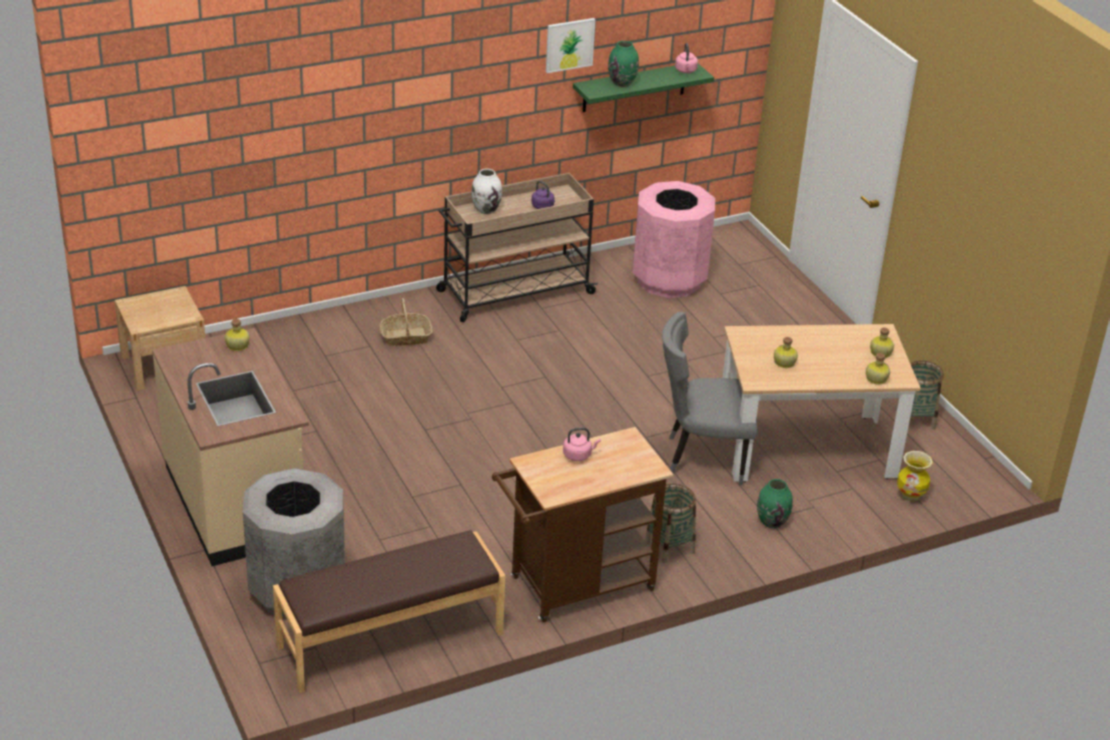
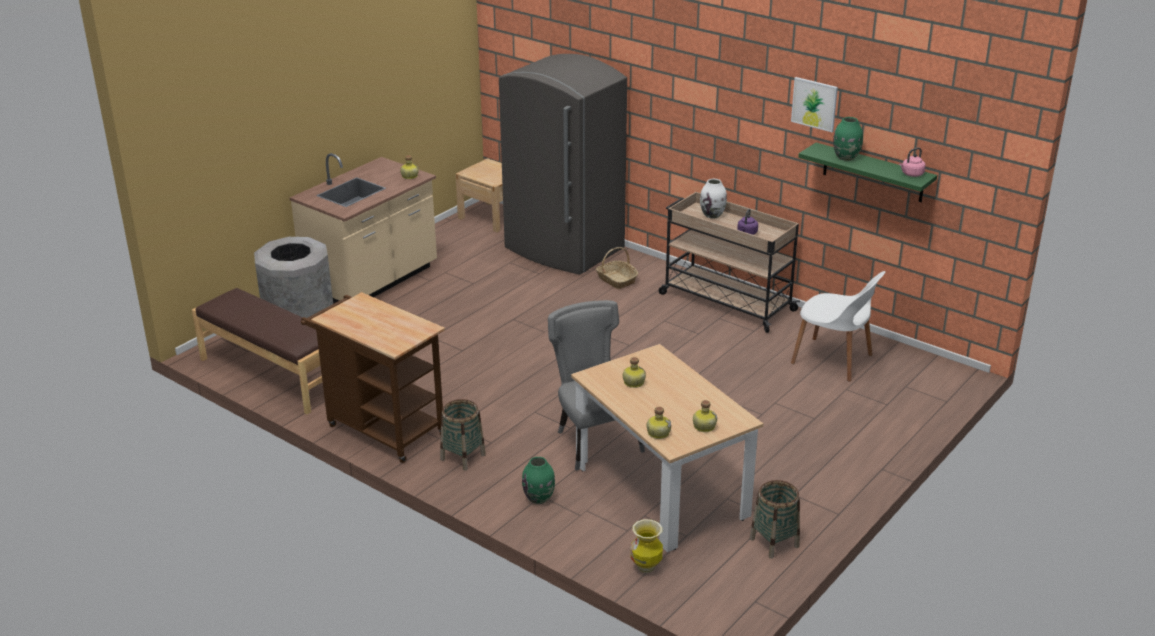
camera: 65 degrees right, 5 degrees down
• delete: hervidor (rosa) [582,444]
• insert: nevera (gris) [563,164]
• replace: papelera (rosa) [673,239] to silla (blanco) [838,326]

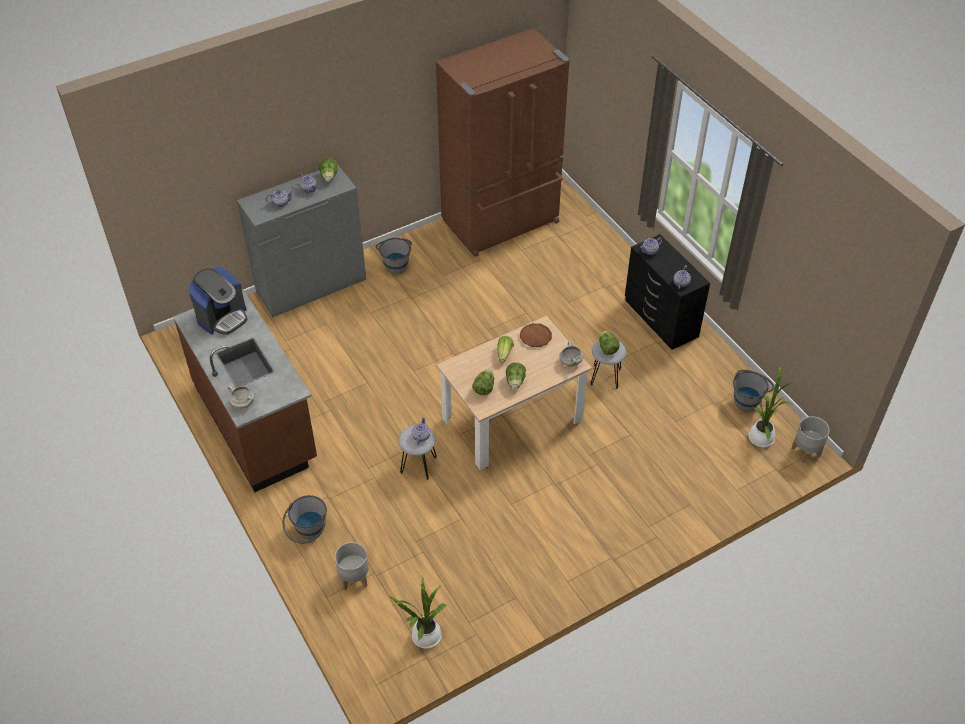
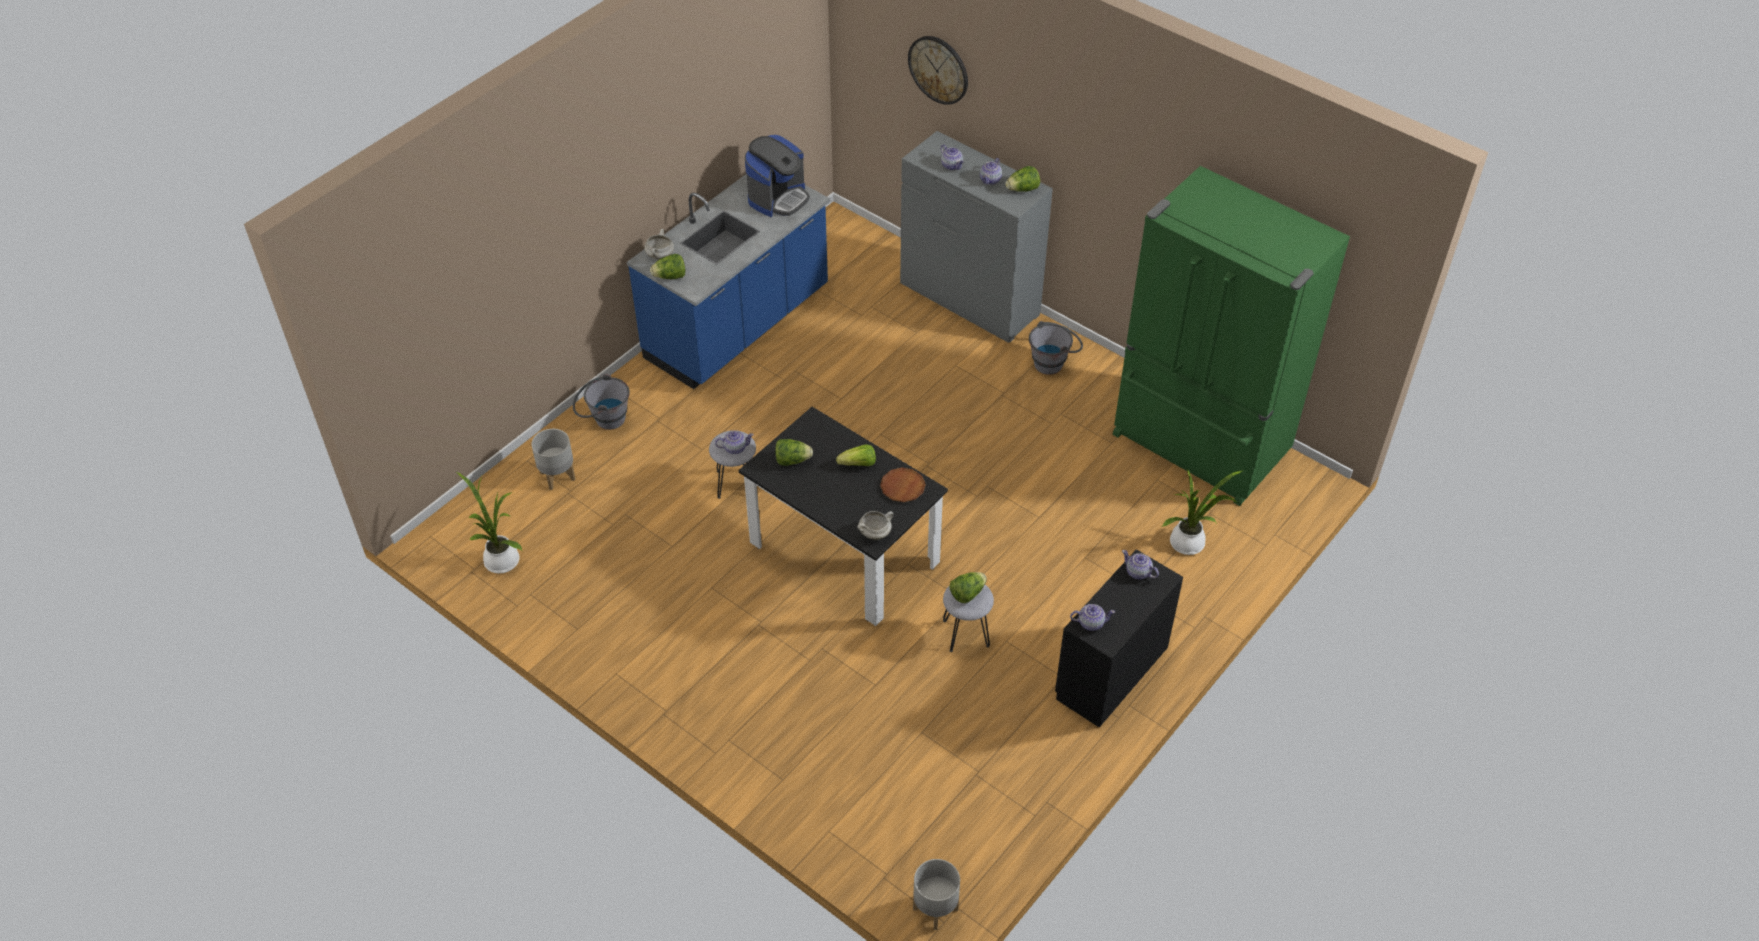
camera: 70 degrees right, 0 degrees up
• delete: cubo (gris) [753,391]
• insert: reloj de pared [938,70]
• move: lechuga [516,376] to [667,266]
• move: planta en maceta [770,406] to [1202,511]
• recolor: mueble bajo de cocina (marrón) [245,390] to mueble bajo de cocina (azul) [728,281]
• recolor: nevera (marrón) [503,142] to nevera (verde) [1231,336]
• recolor: mesa de comedor (beis) [514,393] to mesa de comedor (negro) [843,516]
• rotate: cafetera [218,301] = [777,176] 75 degrees counterclockwise

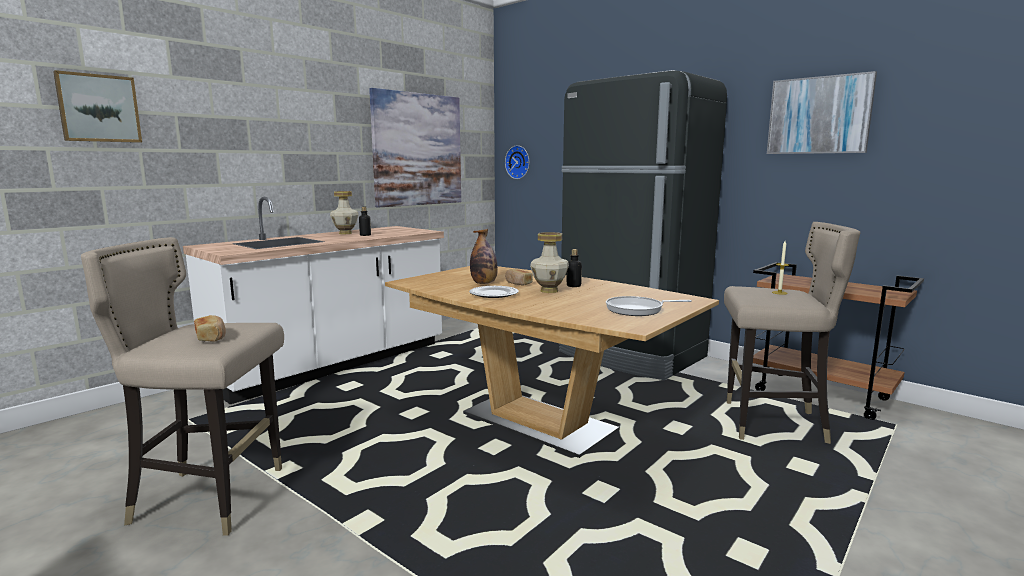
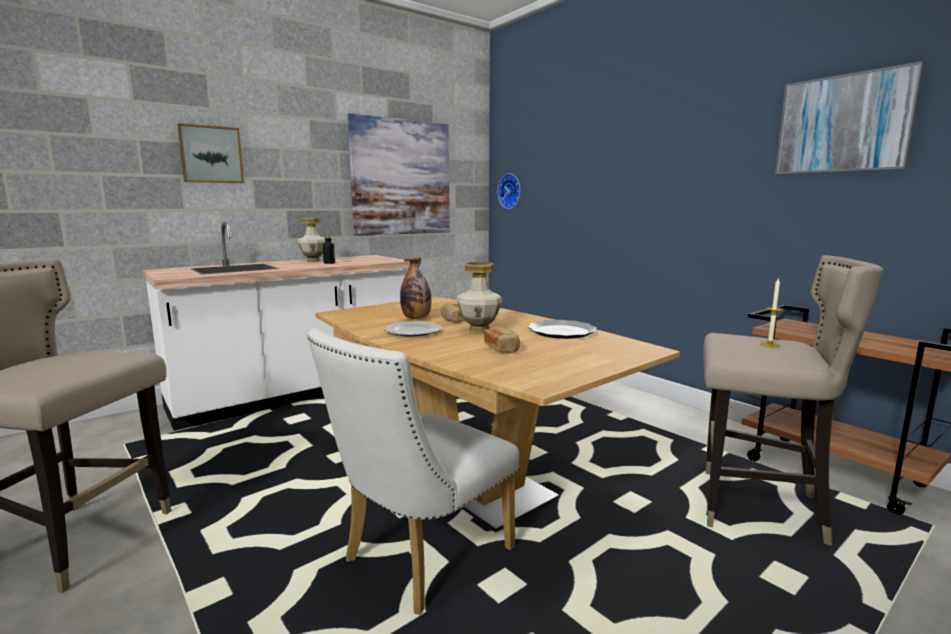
camera: 10 degrees right, 0 degrees up
• delete: nevera (negro) [643,225]
• delete: botella [574,268]
• delete: sartén [649,306]
• insert: silla (blanco) [414,471]
• insert: plato [562,329]
• move: cuadro [97,106] to [210,153]
• move: pan [210,328] to [502,340]

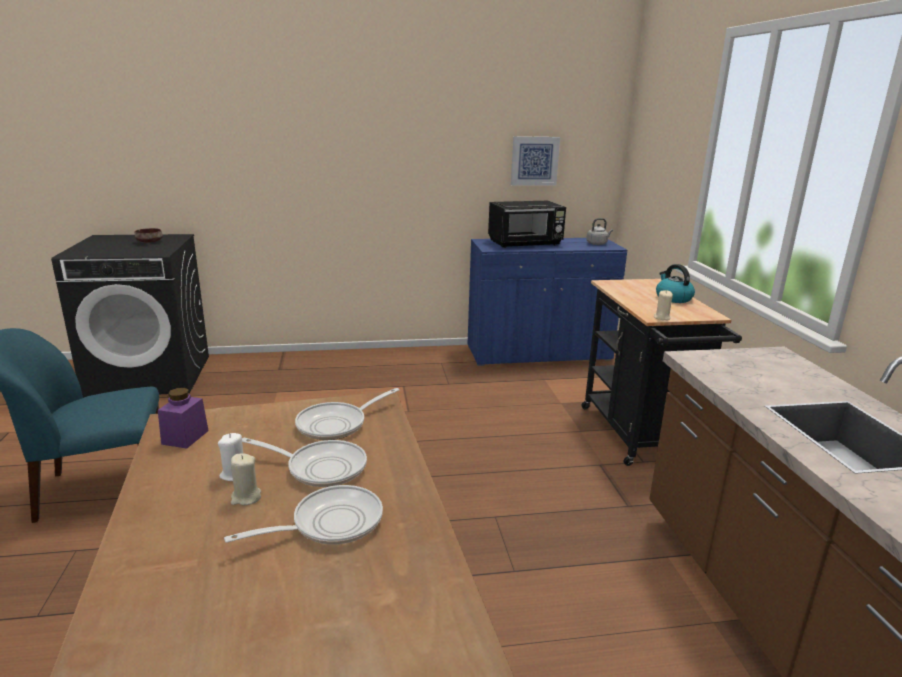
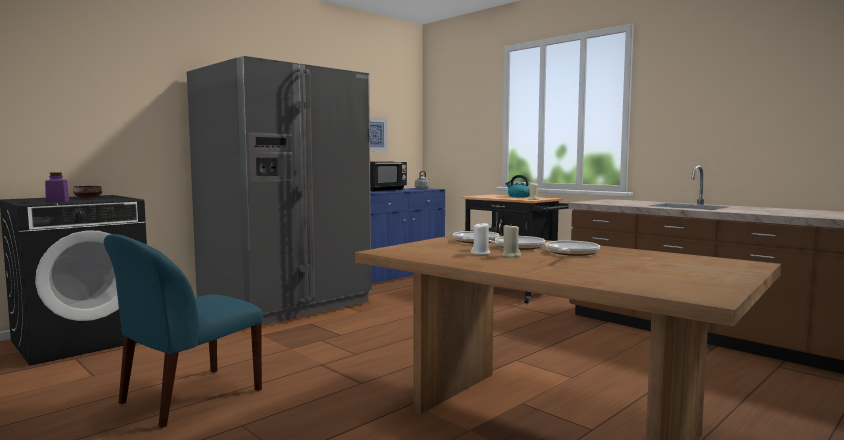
camera: 35 degrees left, 15 degrees down
• insert: nevera (gris) [279,191]
• move: tarro (morado) [183,418] to [57,187]

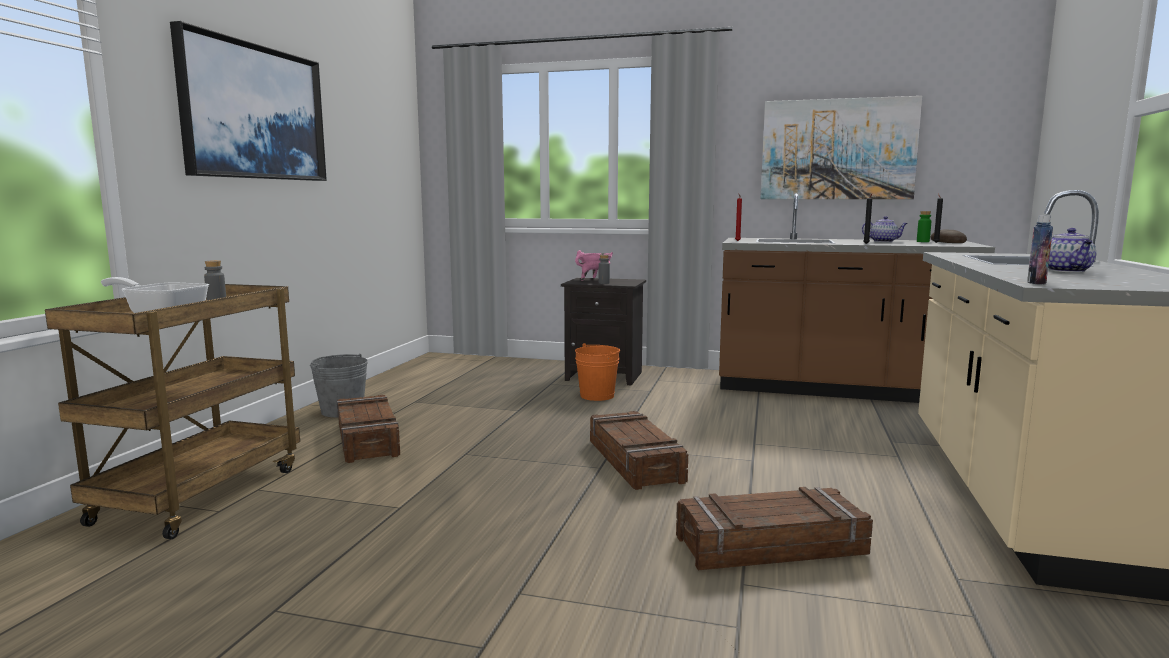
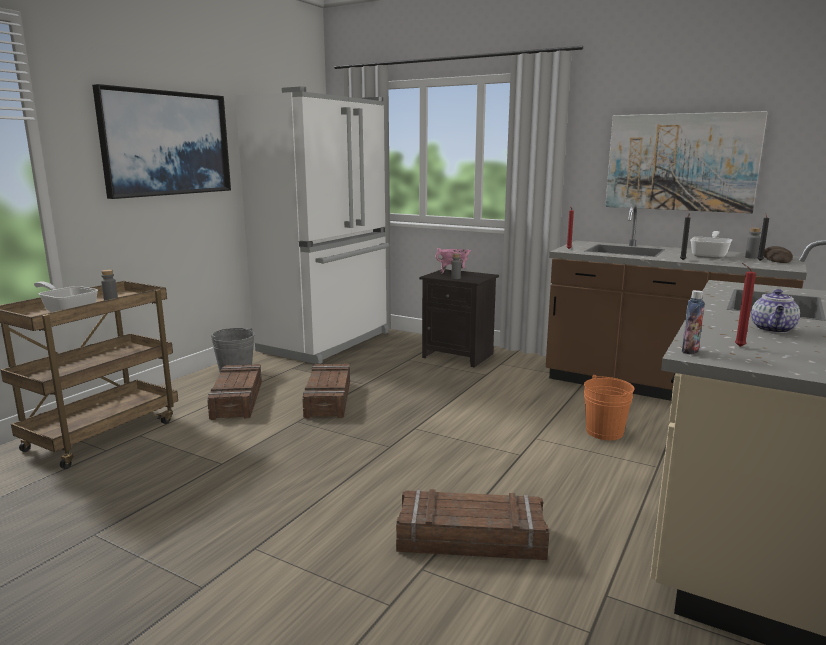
camera: 15 degrees right, 5 degrees up
• insert: nevera (blanco) [312,225]
• insert: vela (rojo) [745,305]
• move: cubo (naranja) [597,372] to [609,407]
• move: caja de embalaje [639,450] to [326,391]
• replace: tetera [885,229] to sartén [711,245]
• recolor: botella (verde) [924,226] to botella (gris) [753,243]

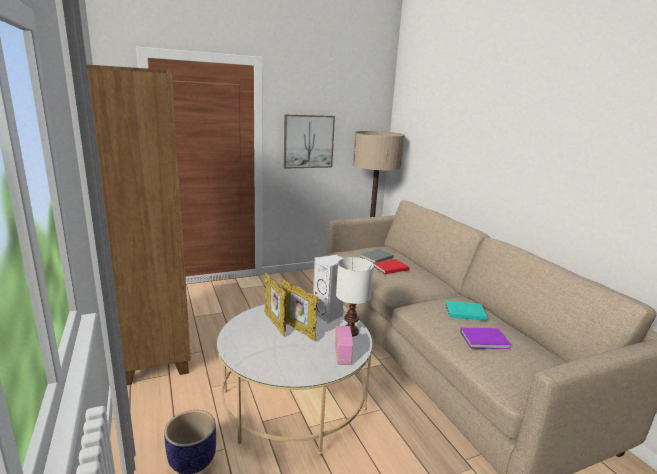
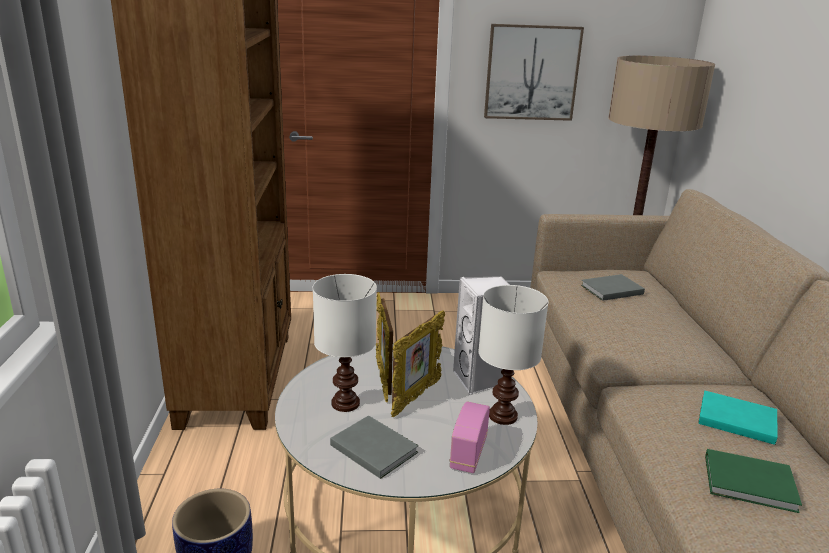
camera: 20 degrees right, 5 degrees up
• delete: libro (rojo) [391,266]
• insert: lámpara de mesa (blanco) [345,343]
• insert: libro (gris) [374,447]
• recolor: libro (morado) [485,338] to libro (verde) [753,481]
• rotate: portarretratos [299,310] = [418,363] 120 degrees counterclockwise

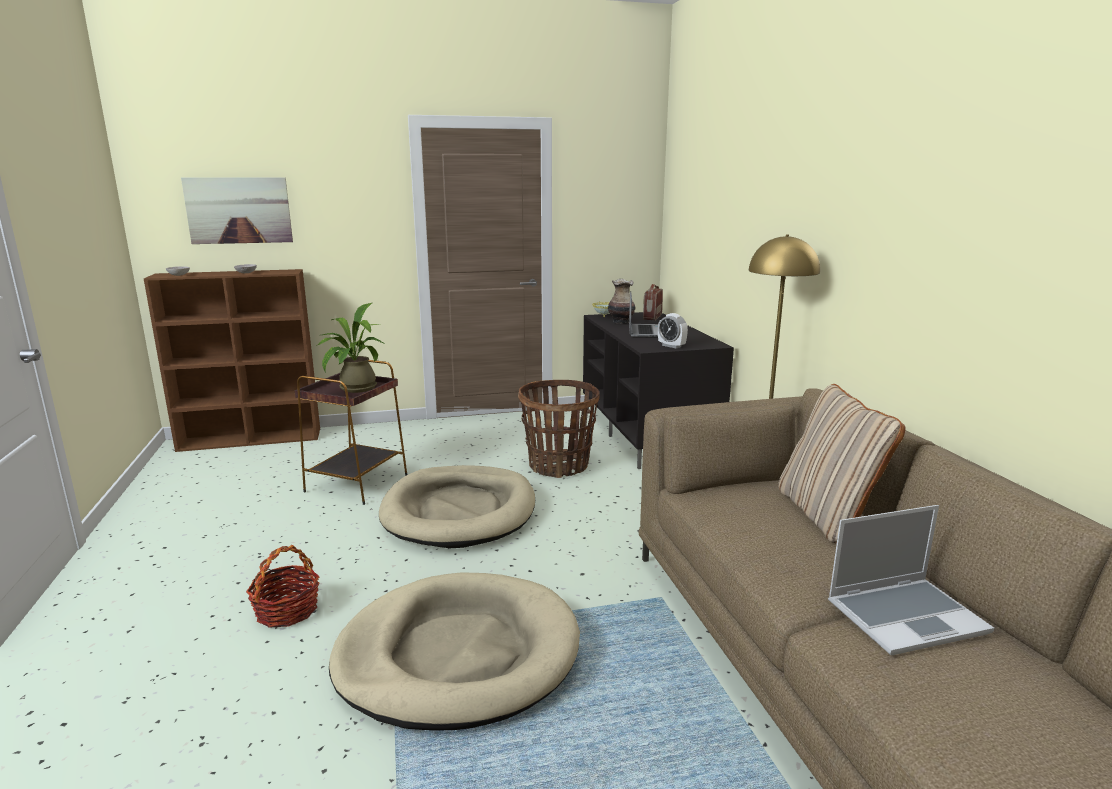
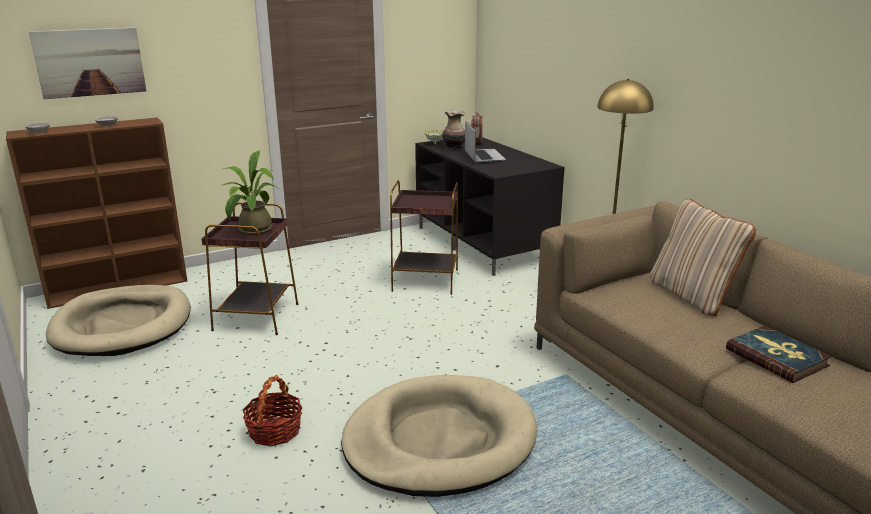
camera: 15 degrees left, 5 degrees up
• delete: despertador [673,330]
• move: cama para perro (beis) [457,506] to [118,320]
• replace: cesta [558,429] to mesa auxiliar (marrón) [424,237]
• replace: portátil [911,580] to libro [779,354]

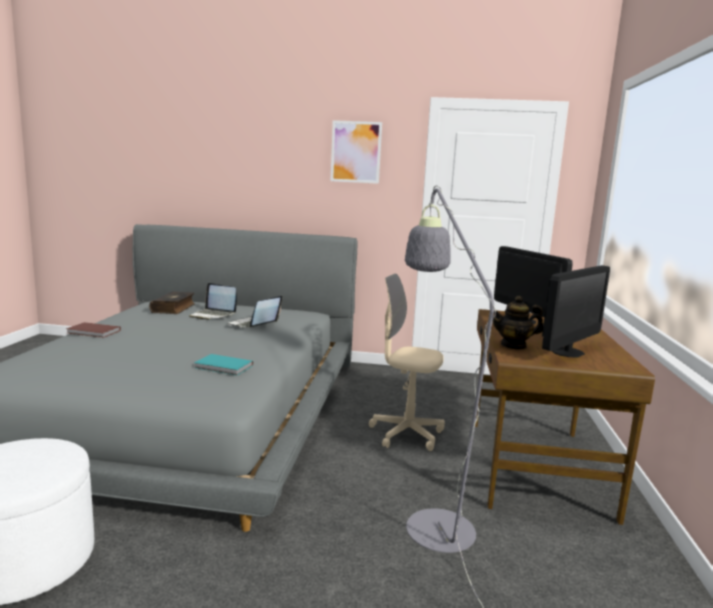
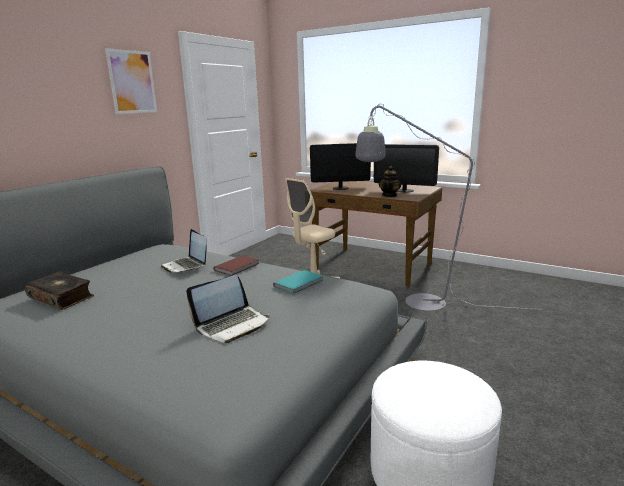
camera: 65 degrees left, 5 degrees up
• move: libro (marrón) [93,330] to [237,265]
• move: portátil [213,301] to [228,309]
• rotate: monitor [576,311] = [406,168] 135 degrees clockwise

